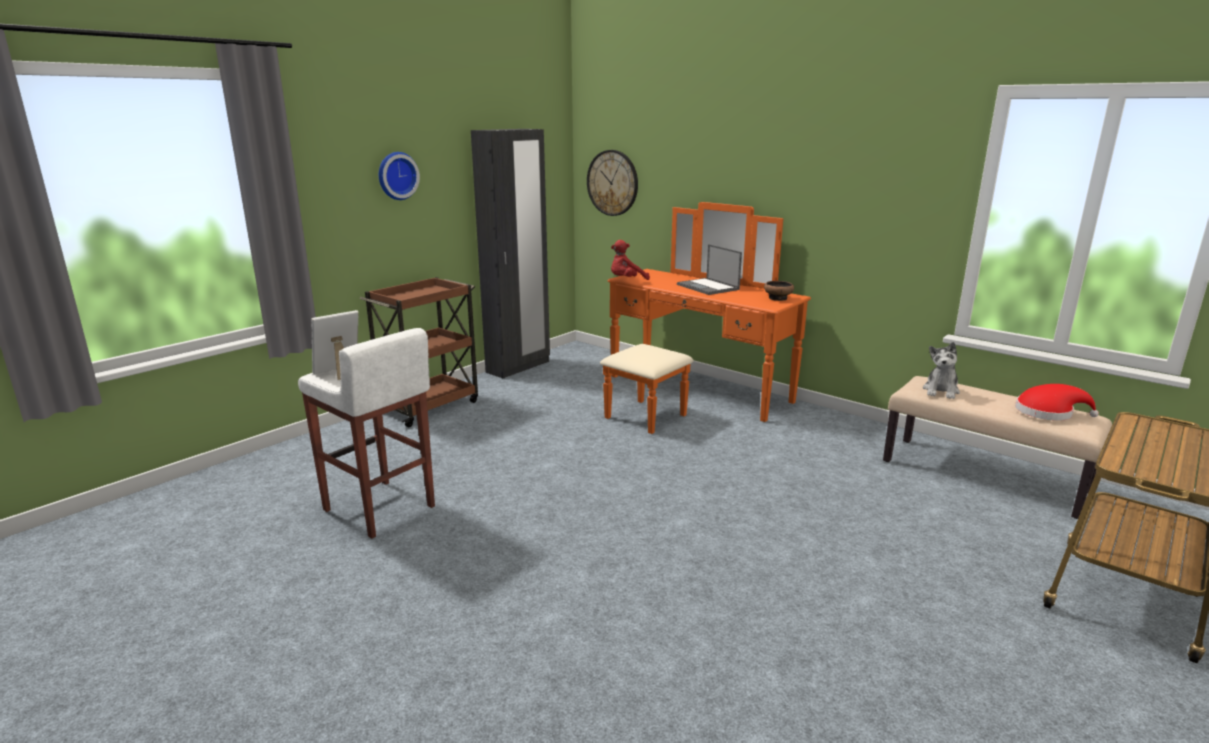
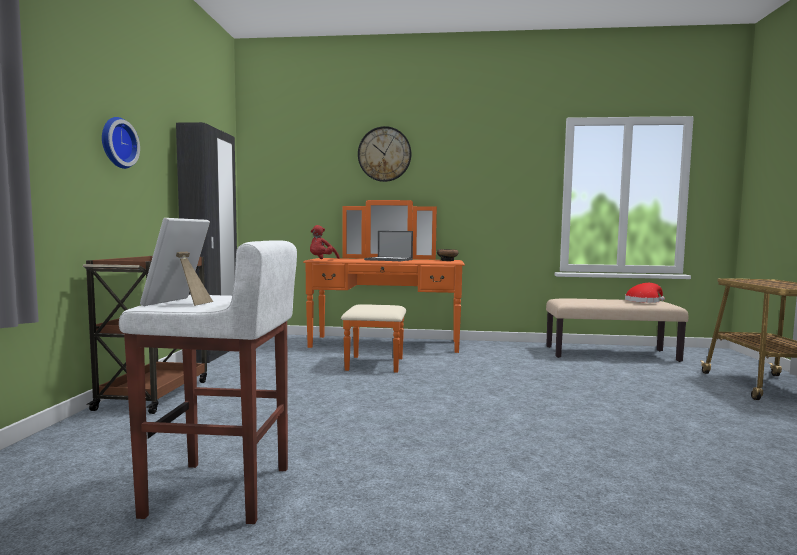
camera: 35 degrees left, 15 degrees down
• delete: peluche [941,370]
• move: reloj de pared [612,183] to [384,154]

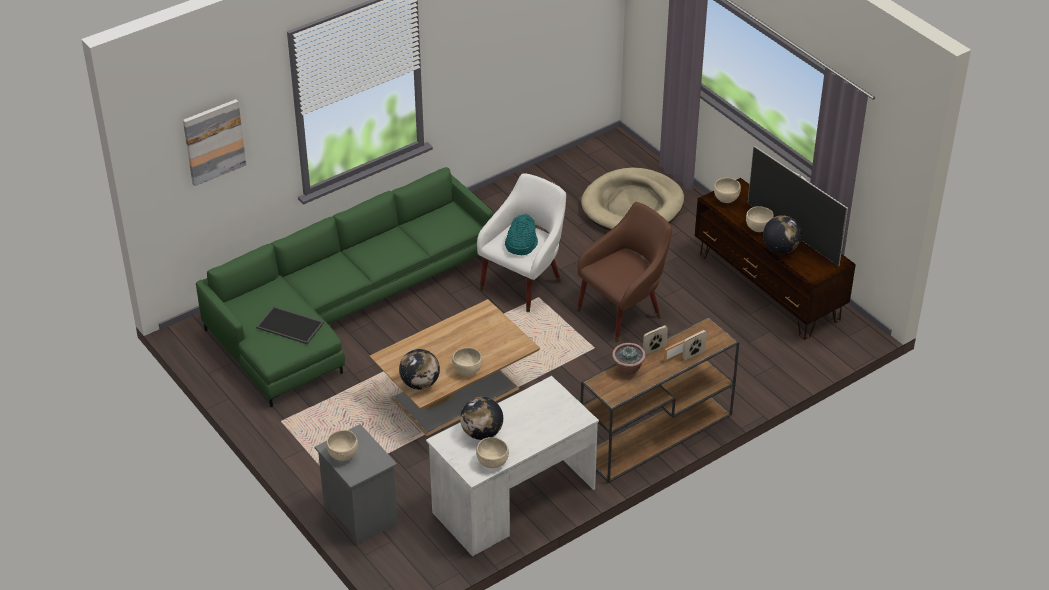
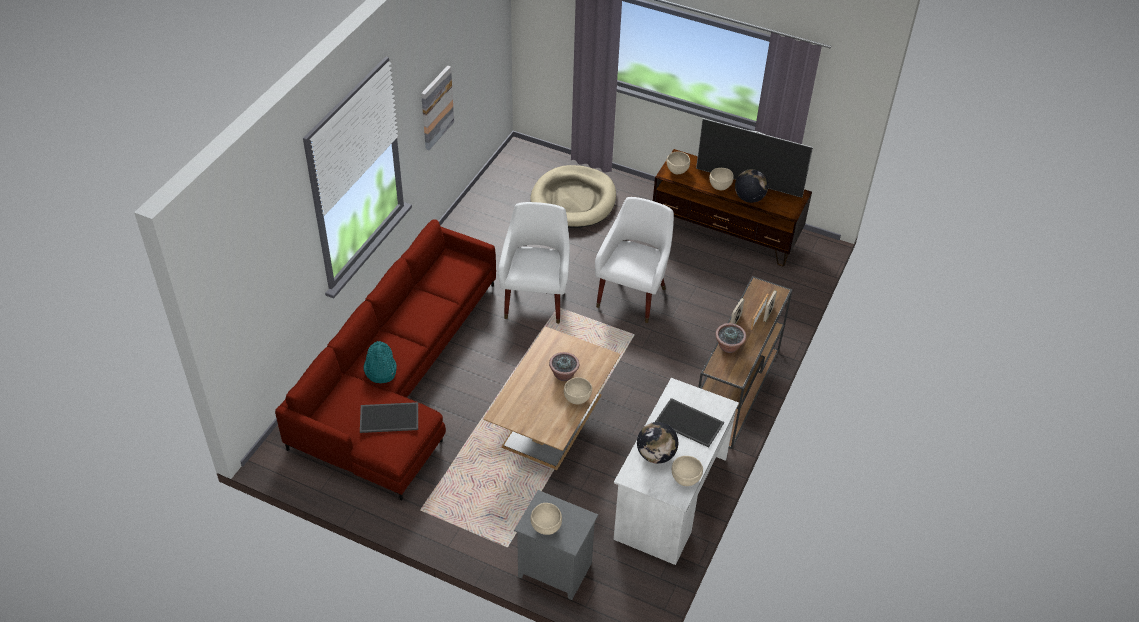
camera: 30 degrees left, 5 degrees up
• delete: globo terráqueo [419,369]
• insert: planta en maceta [564,366]
• insert: bandeja [689,423]
• move: cuadro [214,142] to [437,108]
• move: sombrero (turquesa) [521,234] to [380,362]
• recolor: sofá (verde) [344,287] to sofá (rojo) [385,360]
• recolor: sillón (marrón) [624,272] to sillón (blanco) [634,260]

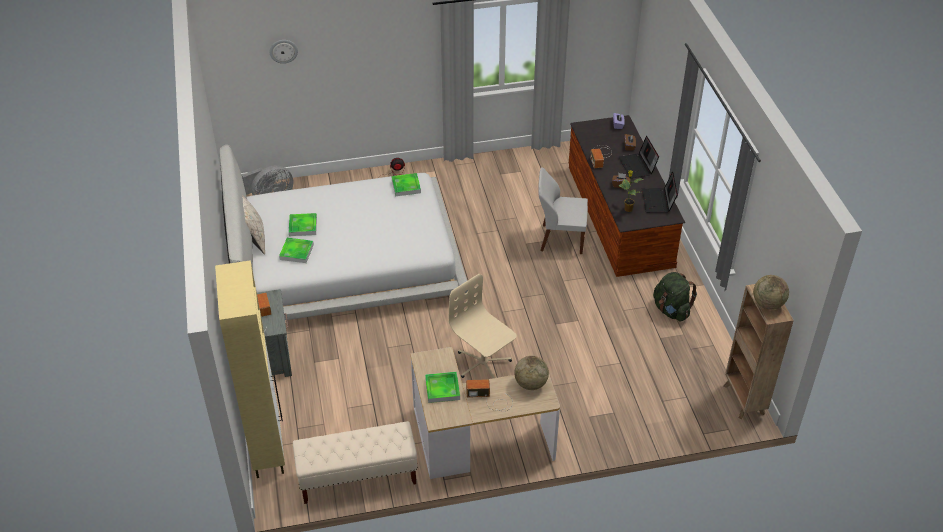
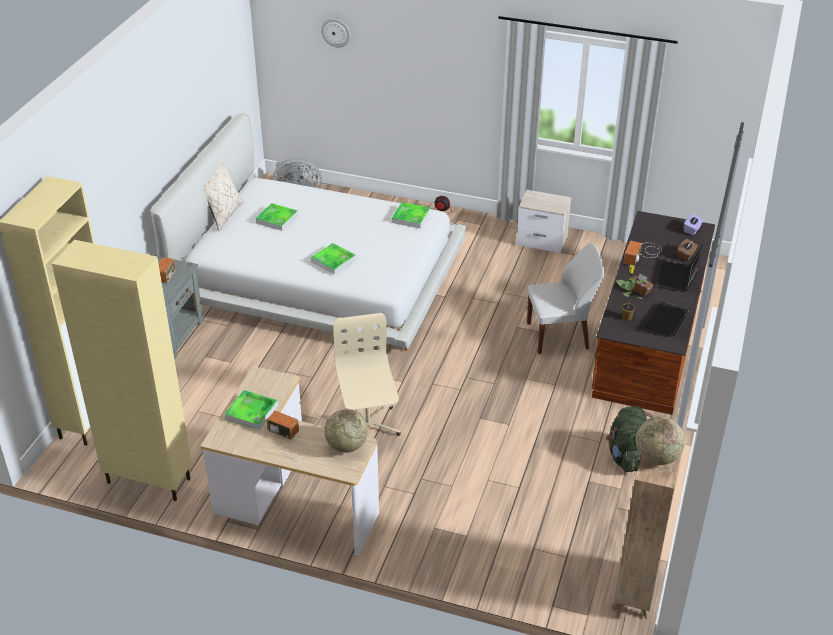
camera: 30 degrees right, 5 degrees down
• insert: mesita de noche [544,221]
• move: bandeja [296,250] to [333,259]
• replace: banco (beis) [355,462] to armario (beis) [122,370]
• rotate: silla (blanco) [563,210] = [565,298] 135 degrees clockwise

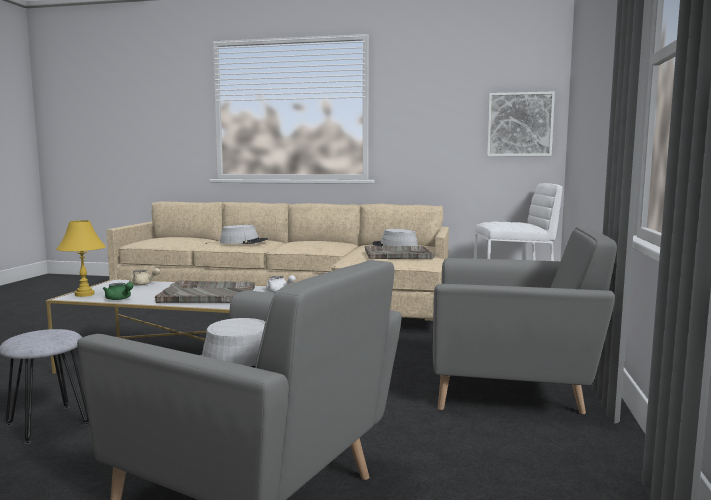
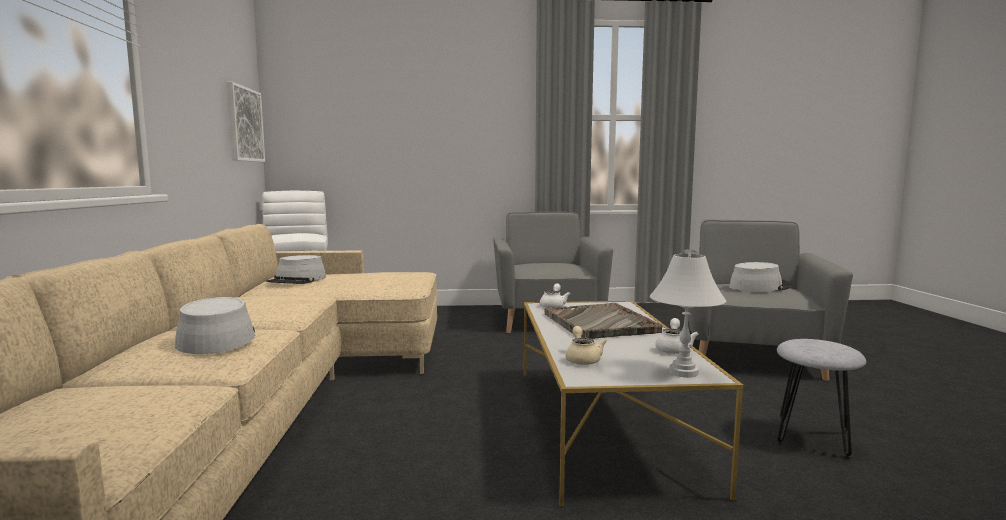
camera: 105 degrees left, 0 degrees up
• delete: bandeja (gris) [399,252]
• recolor: lámpara de mesa (amarillo) [81,258] to lámpara de mesa (blanco) [688,316]
• recolor: tetera (verde) [118,291] to tetera (blanco) [677,336]

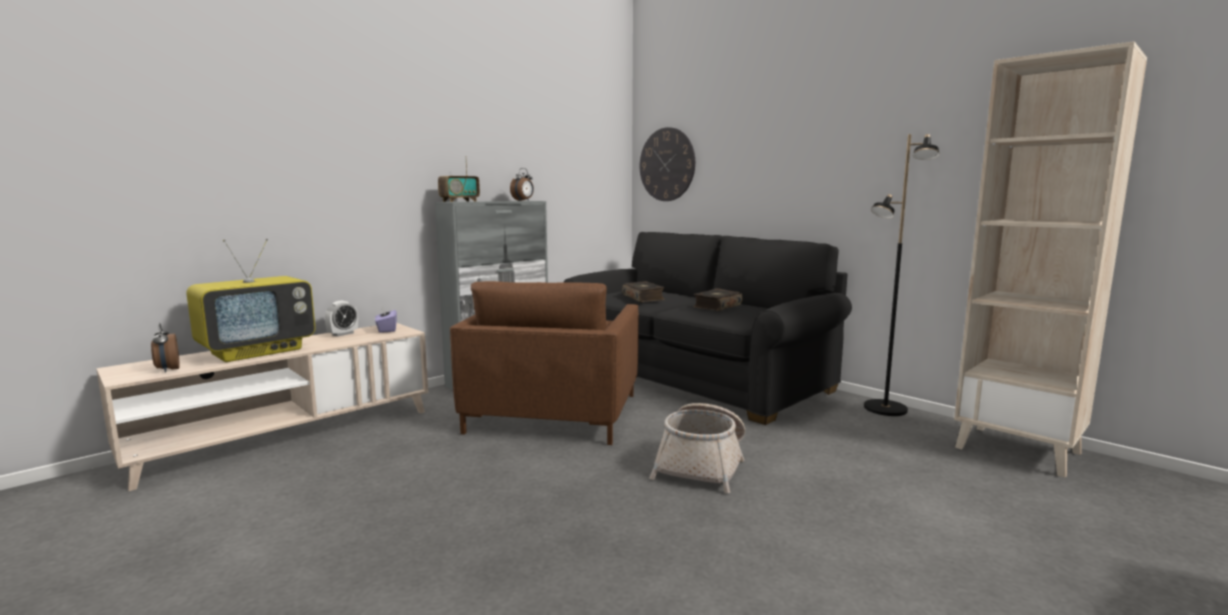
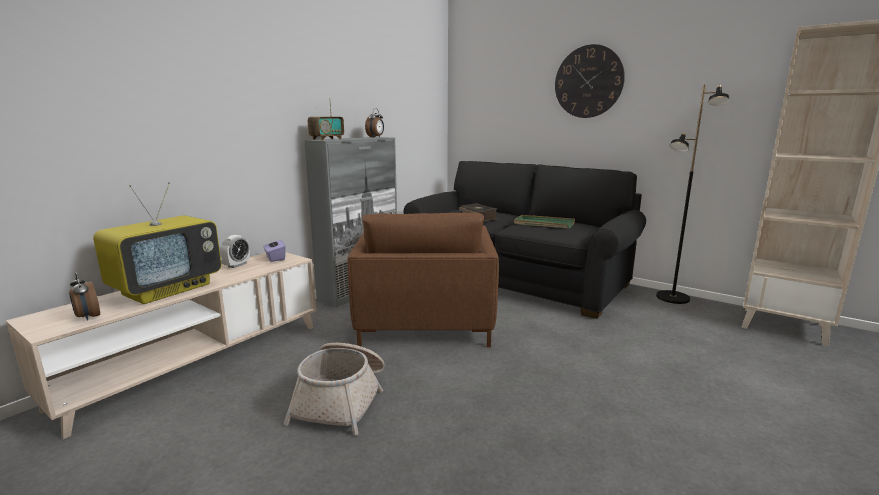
camera: 10 degrees left, 5 degrees up
• move: reloj de pared [667,164] to [590,81]
• move: cesta [697,448] to [334,389]
• replace: libro [718,299] to bandeja (verde) [544,221]

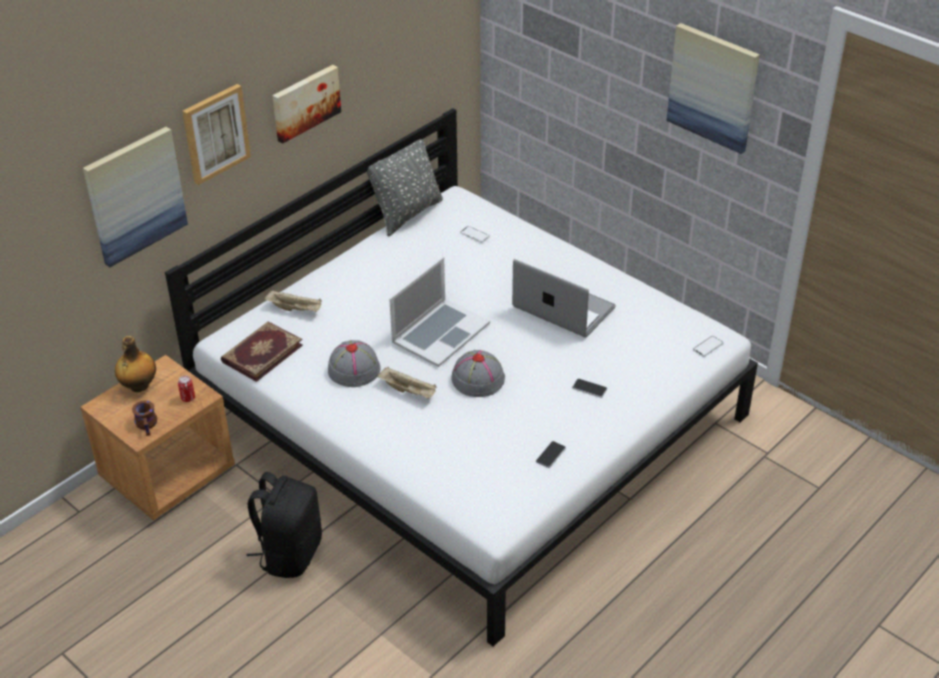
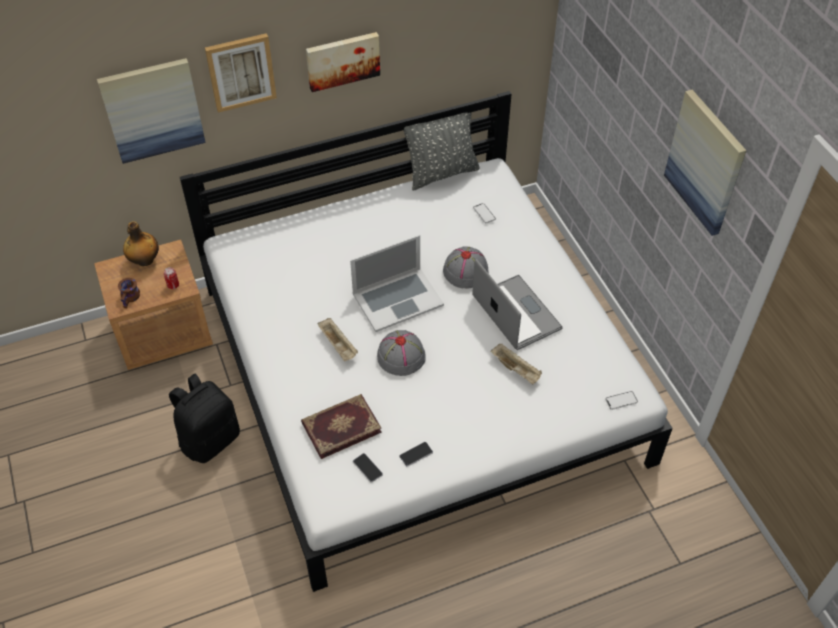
camera: 25 degrees right, 10 degrees up
• move: libro [262,351] to [341,426]
• move: bandeja (beis) [293,301] to [516,363]
• move: sombrero (gris) [354,363] to [466,267]
• move: móvil [589,388] to [368,468]

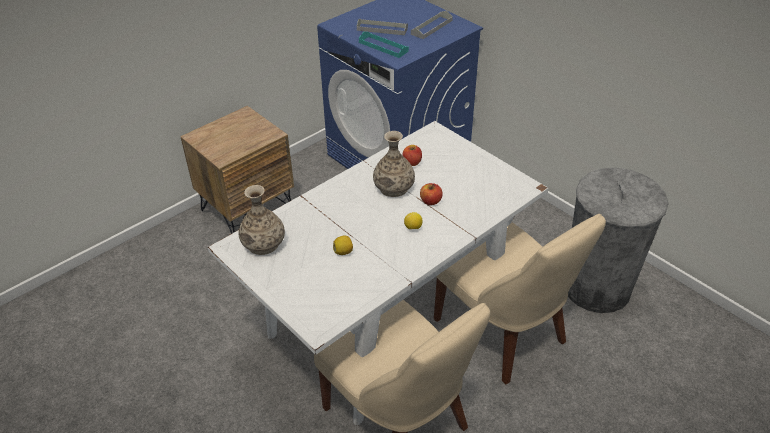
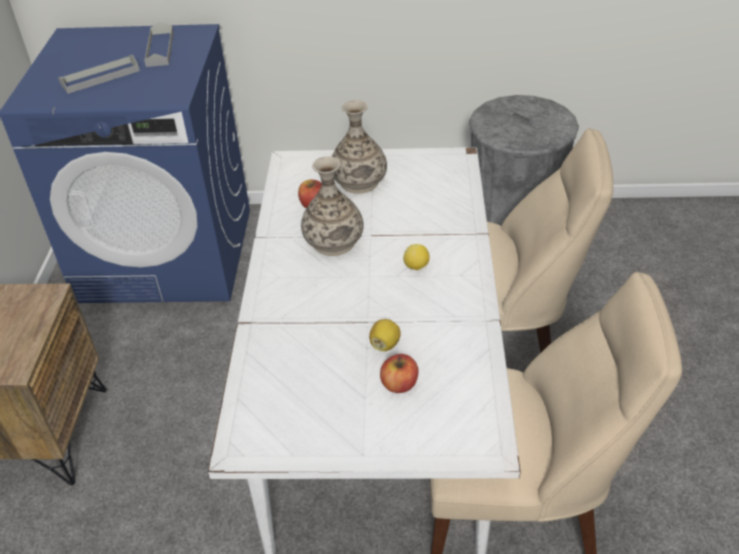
camera: 45 degrees left, 0 degrees up
• delete: bandeja (turquesa) [384,45]
• move: florero [262,220] to [359,147]
• move: manzana [431,194] to [399,373]

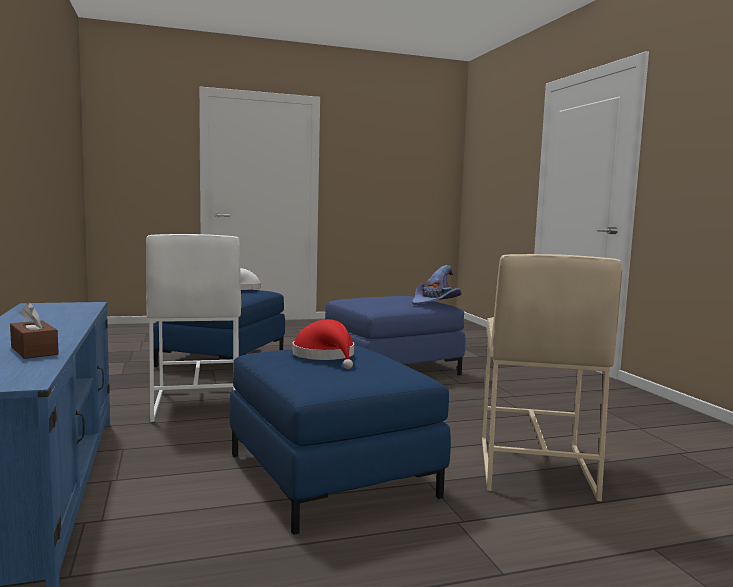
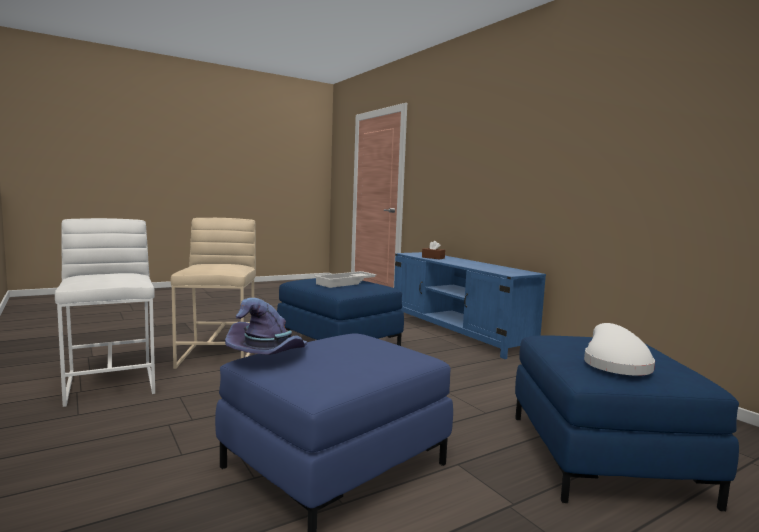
camera: 165 degrees right, 0 degrees up
• move: taburete (blanco) [193,328] to [105,312]
• replace: sombrero (rojo) [323,344] to bandeja (blanco) [345,279]

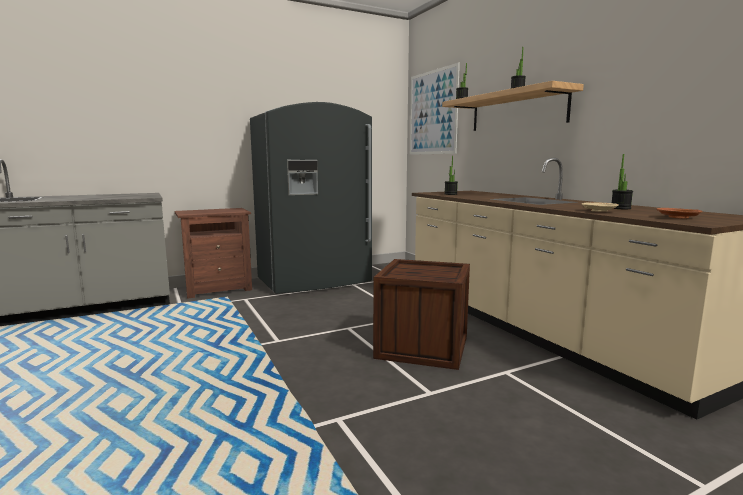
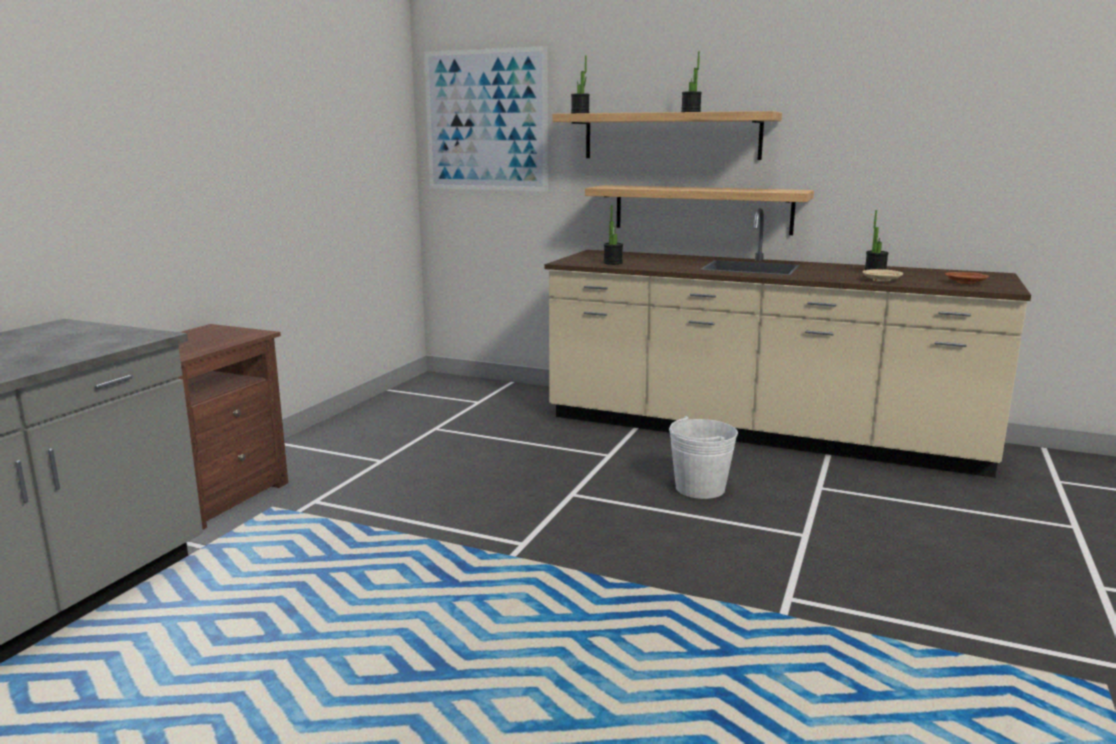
camera: 40 degrees left, 5 degrees up
• delete: nevera (gris) [311,198]
• insert: estante [699,210]
• replace: caja de embalaje [421,314] to cubo (blanco) [703,457]

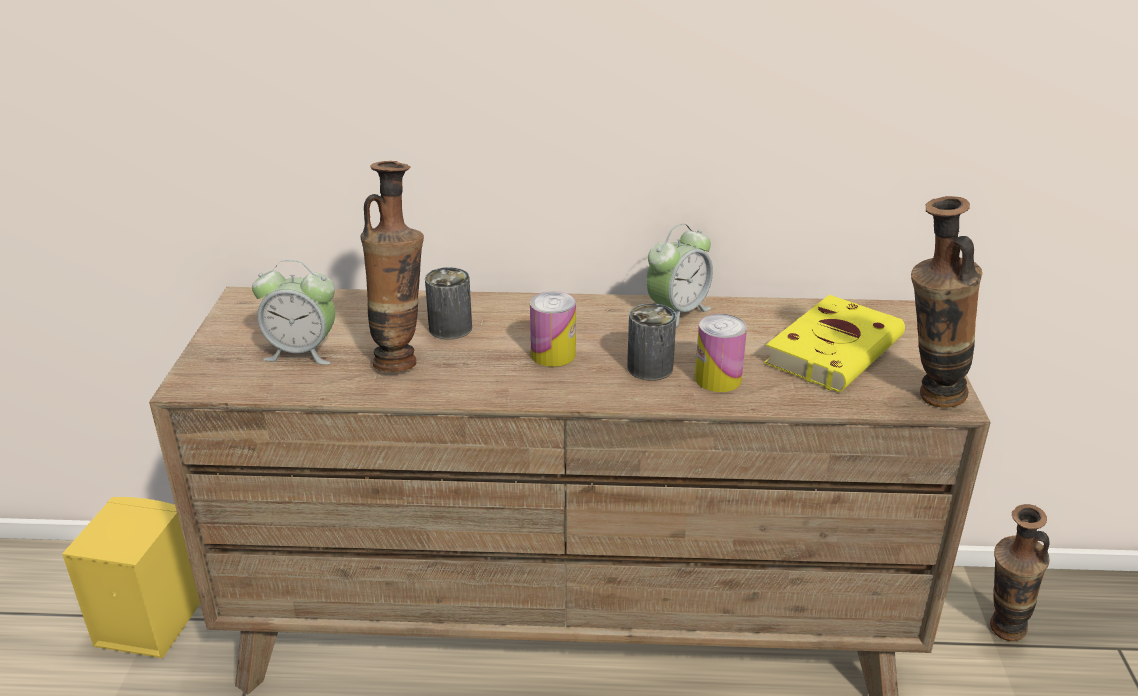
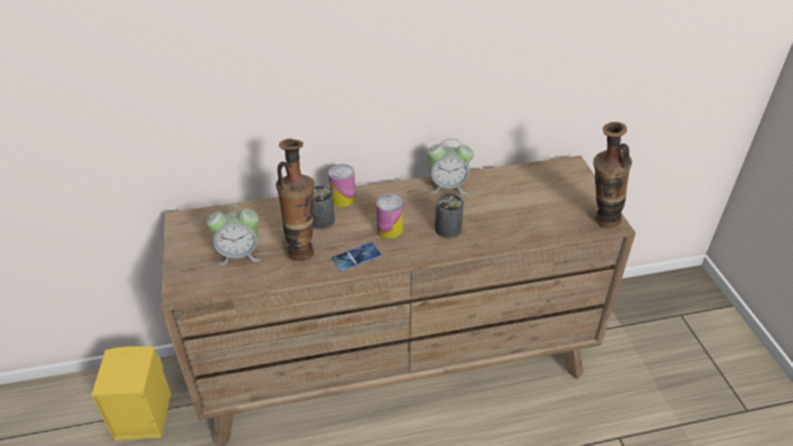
camera: 15 degrees left, 10 degrees up
• delete: libro (amarillo) [834,344]
• delete: florero [1020,572]
• insert: móvil [357,257]
• move: lata [721,353] to [342,185]
• rotate: despertador [679,275] = [450,166] 60 degrees clockwise

